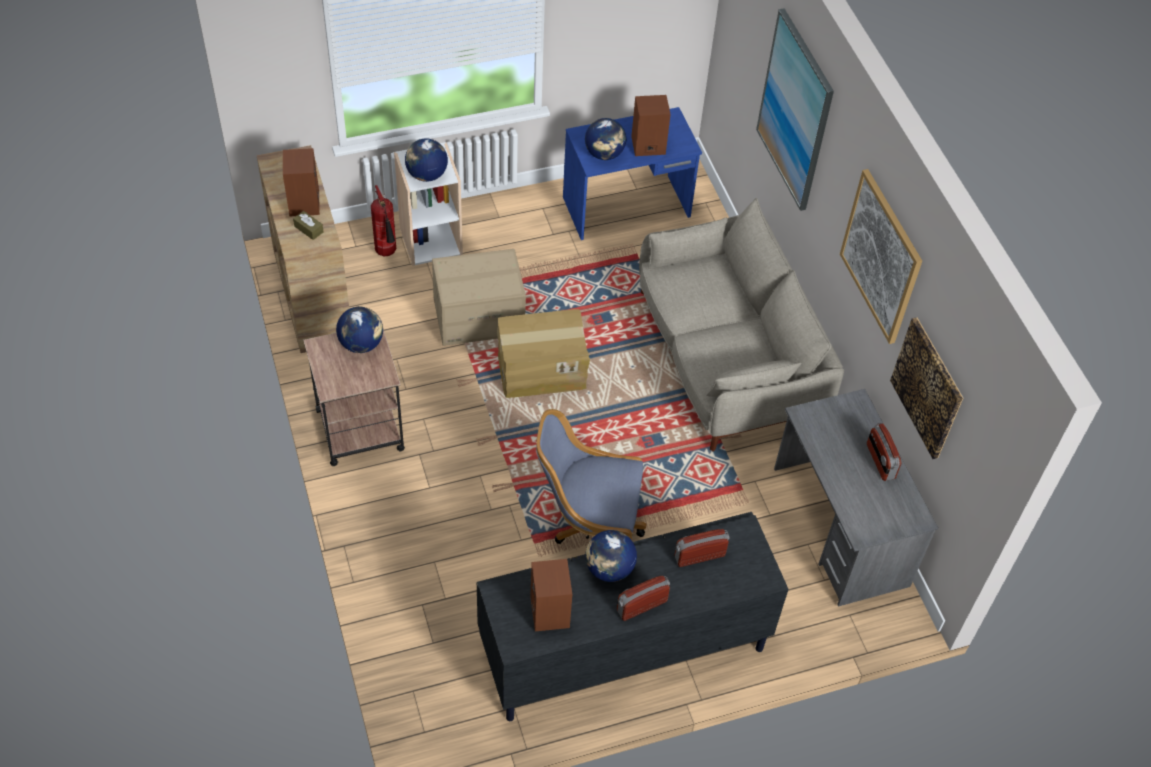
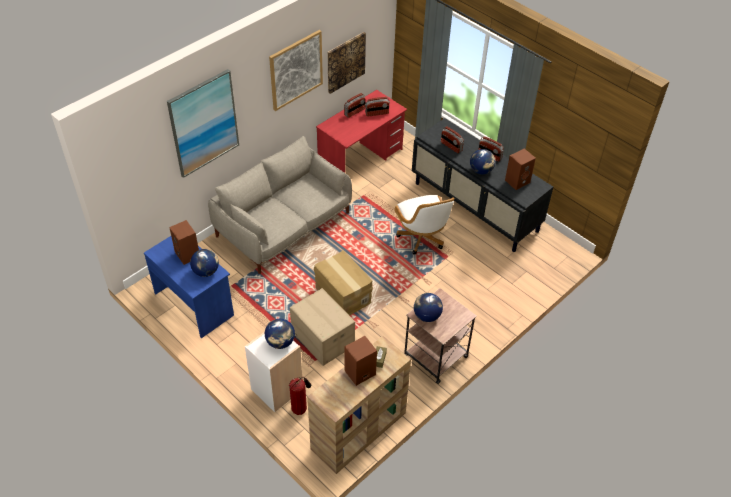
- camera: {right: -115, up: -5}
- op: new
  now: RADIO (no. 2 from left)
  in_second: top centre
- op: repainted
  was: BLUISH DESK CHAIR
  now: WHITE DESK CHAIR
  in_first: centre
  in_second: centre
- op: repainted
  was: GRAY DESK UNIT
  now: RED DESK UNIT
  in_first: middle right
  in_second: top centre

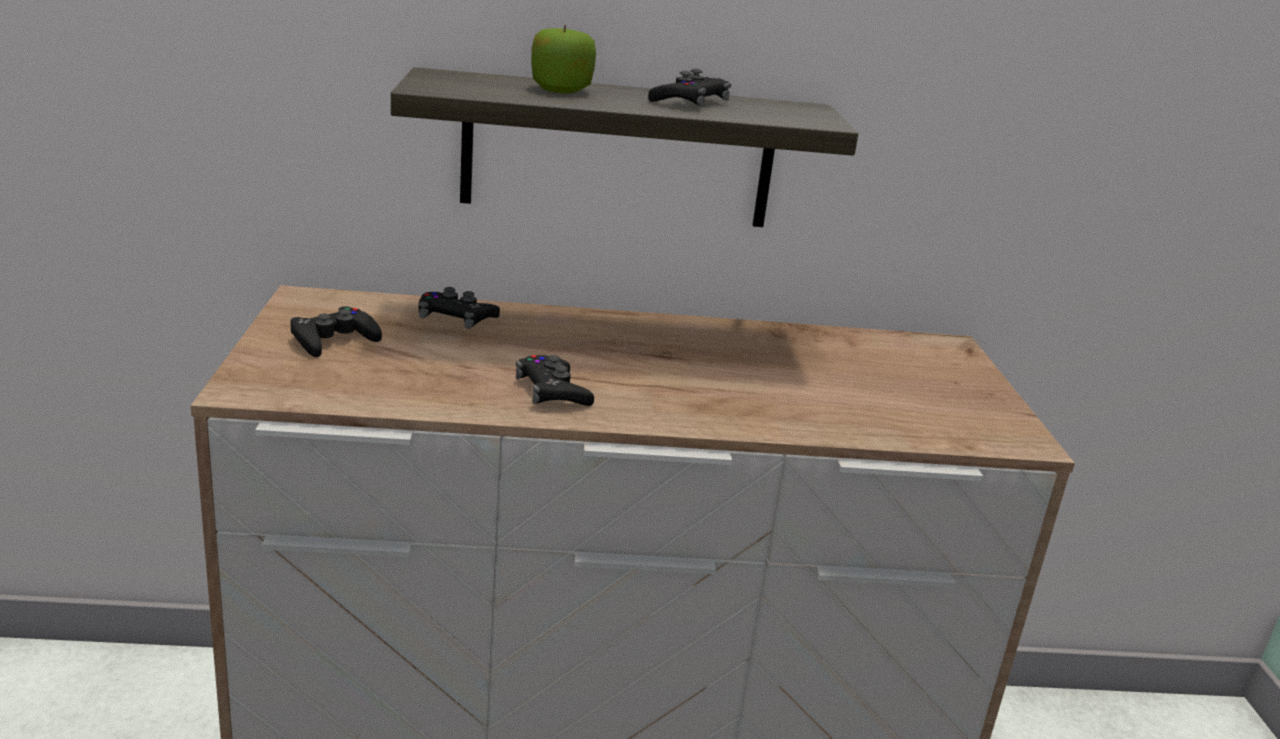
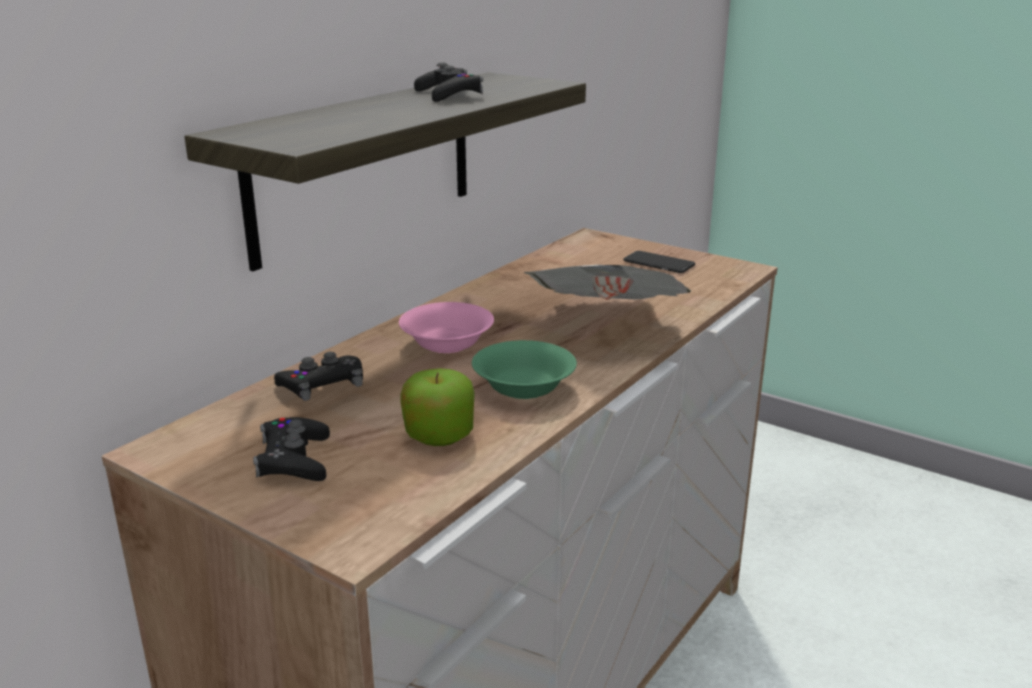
- camera: {right: -50, up: 0}
- op: new
  now: PINK-COLOURED BOWL
  in_second: centre
- op: new
  now: NEWSPAPER
  in_second: centre
- op: new
  now: HANDSET
  in_second: centre
- op: shifted
  was: APPLE
  in_first: top centre
  in_second: centre
- op: swapped
  was: BLACKISH GAME CONTROLLER (no. 3 from left)
  now: GREEN BOWL
  in_first: centre
  in_second: centre

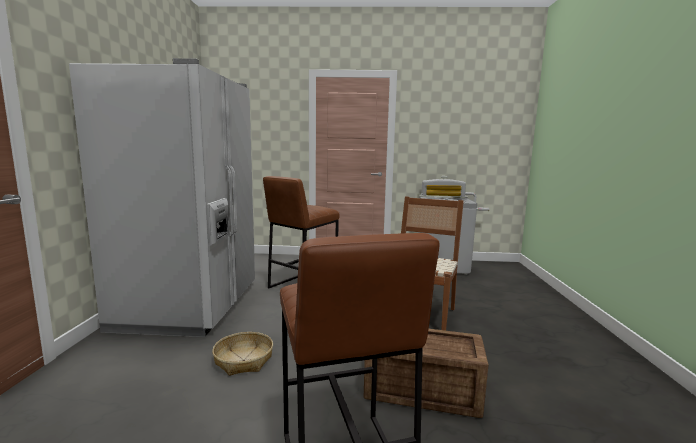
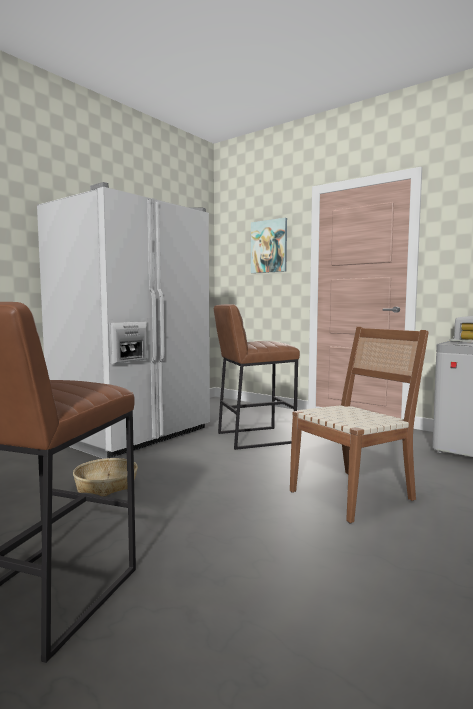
- camera: {right: 35, up: -5}
- op: gone
  was: PACKING CRATE
  in_first: bottom centre
- op: new
  now: WALL ART
  in_second: centre

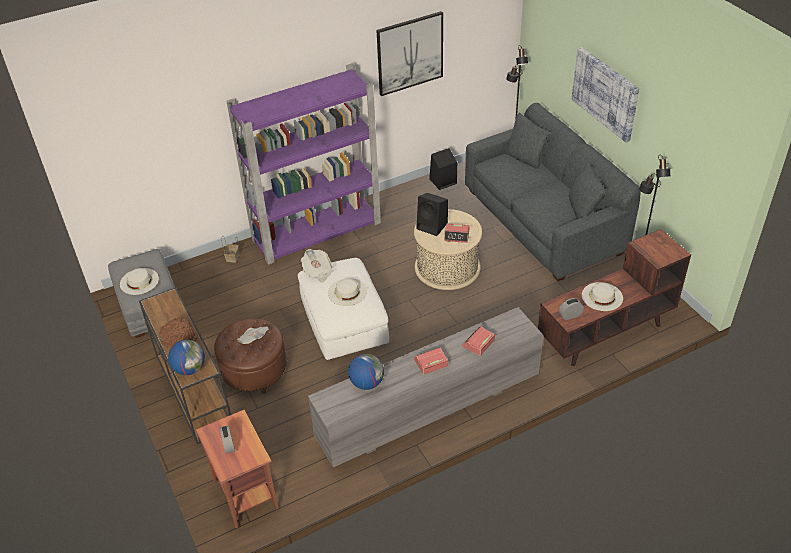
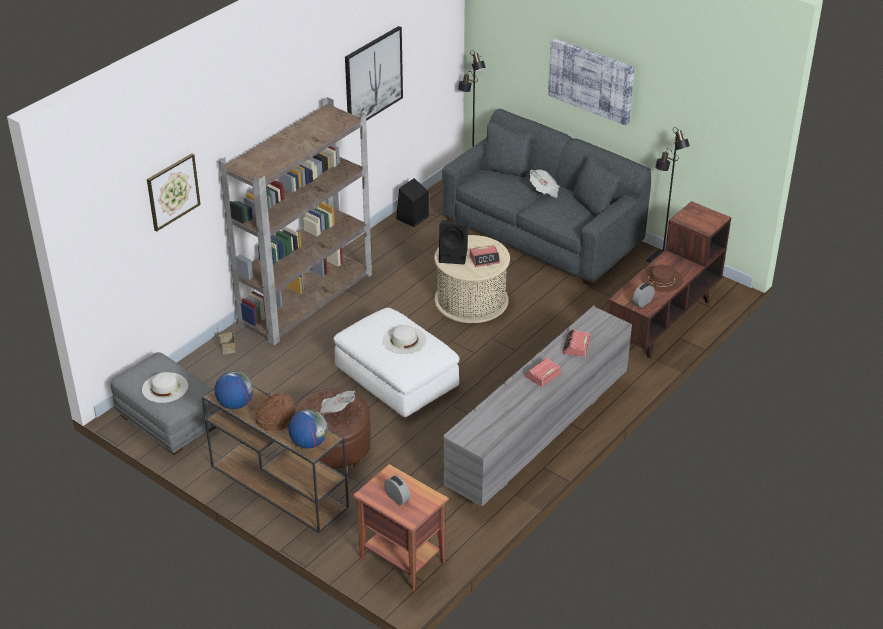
- camera: {right: -25, up: -5}
- op: new
  now: WALL ART (no. 1 from left)
  in_second: top left
- op: shifted
  was: NEWSPAPER (no. 2 from left)
  in_first: centre
  in_second: top centre
- op: shifted
  was: DESK GLOBE (no. 2 from left in the first image)
  now: DESK GLOBE (no. 1 from left)
  in_first: bottom centre
  in_second: middle left
- op: repainted
  was: PURPLE BOOKSHELF
  now: BROWN BOOKSHELF
  in_first: top centre
  in_second: centre
- op: repainted
  was: WHITE CLOTHING HAT (no. 3 from left)
  now: BROWN CLOTHING HAT (no. 2 from left)
  in_first: middle right
  in_second: middle right

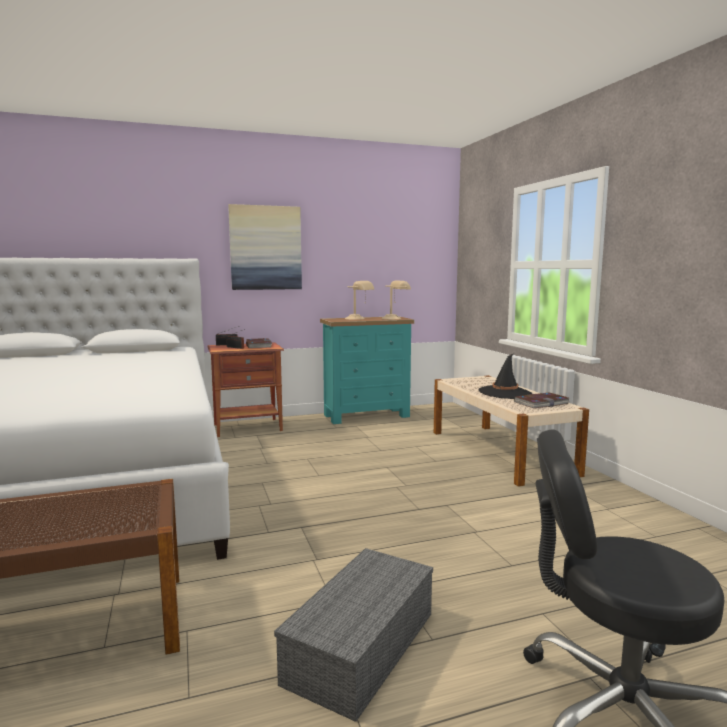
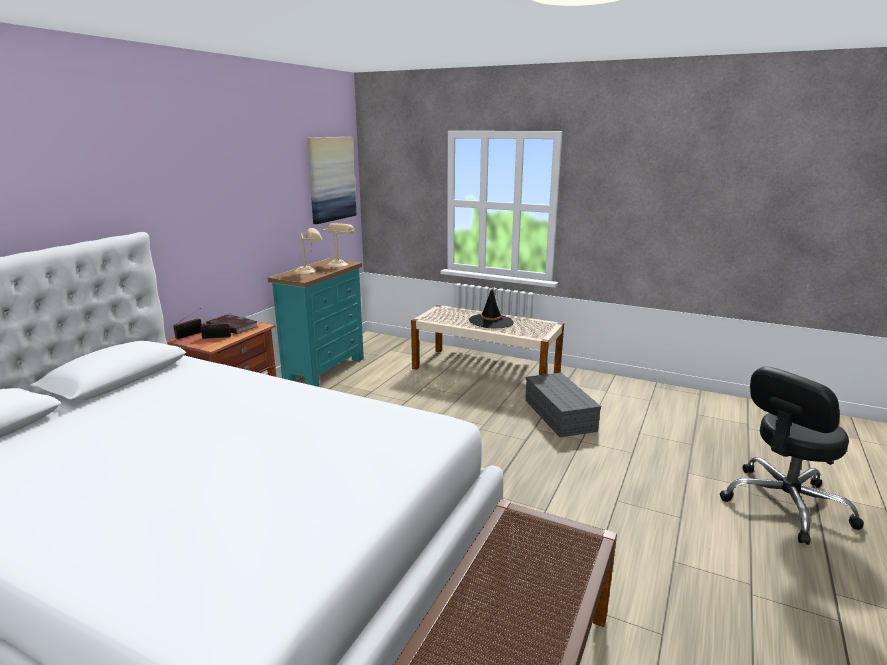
- camera: {right: -45, up: 10}
- op: gone
  was: BOOK (no. 2 from left)
  in_first: middle right
- op: shifted
  was: WALL ART
  in_first: centre
  in_second: top centre
- op: shifted
  was: GRAY STORAGE BIN
  in_first: bottom centre
  in_second: centre

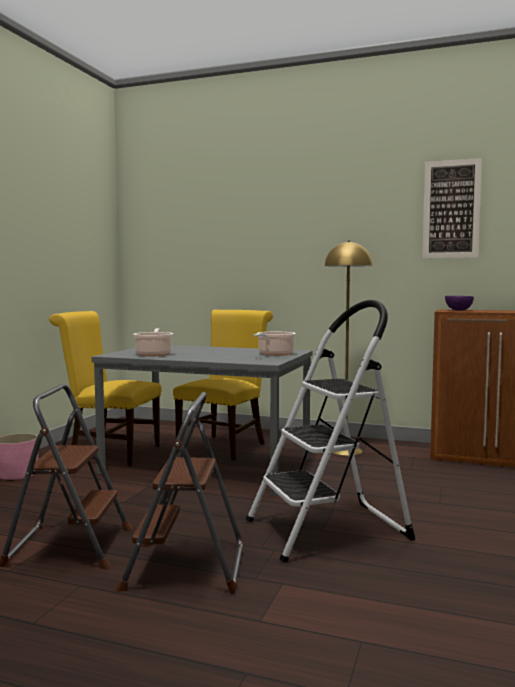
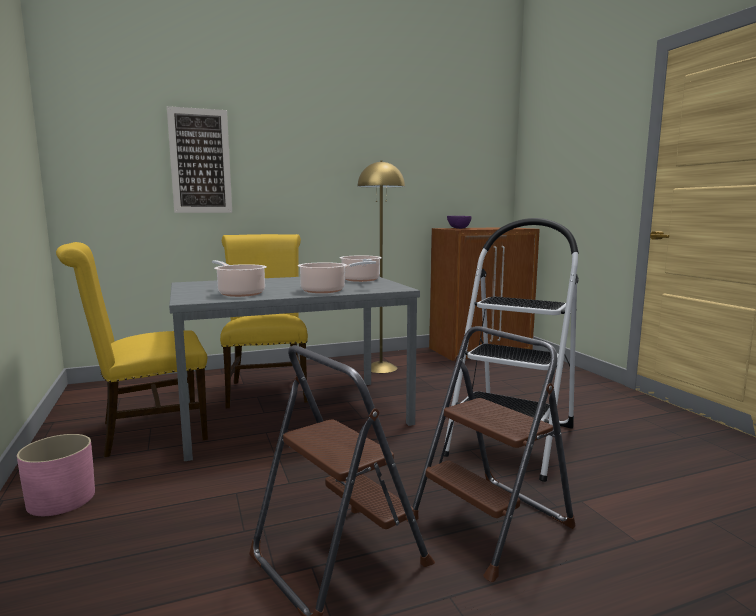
- camera: {right: -40, up: 5}
- op: new
  now: COOKING POT (no. 2 from left)
  in_second: centre
- op: shifted
  was: WALL ART
  in_first: top right
  in_second: top left

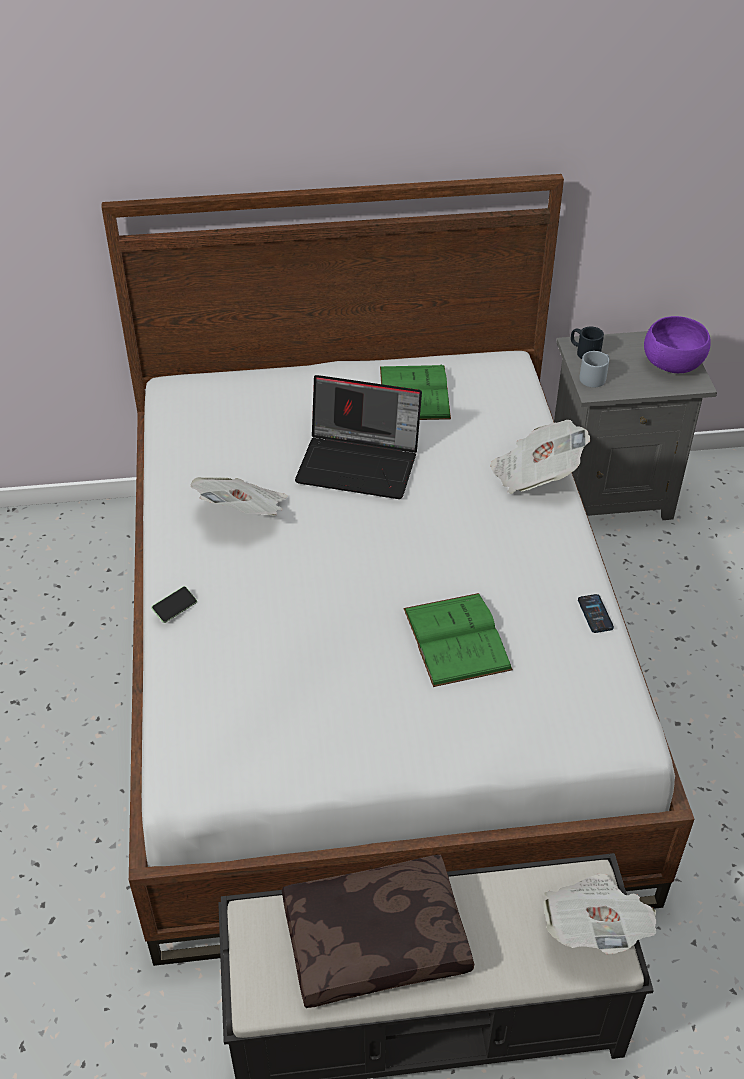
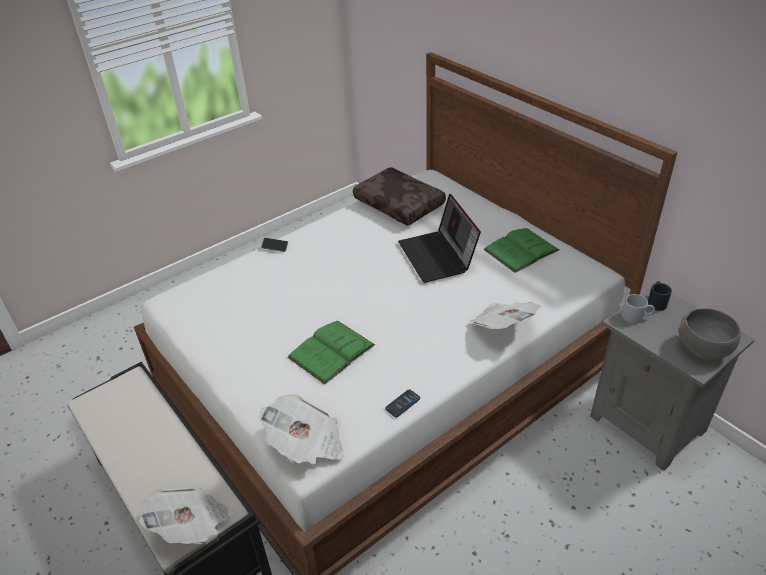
- camera: {right: 60, up: -5}
- op: shifted
  was: NEWSPAPER (no. 1 from left in the first image)
  now: NEWSPAPER (no. 2 from left)
  in_first: middle left
  in_second: bottom centre
- op: shifted
  was: BROWN THROW PILLOW
  in_first: bottom centre
  in_second: centre
- op: repainted
  was: PURPLE BOWL
  now: GRAY BOWL
  in_first: top right
  in_second: middle right

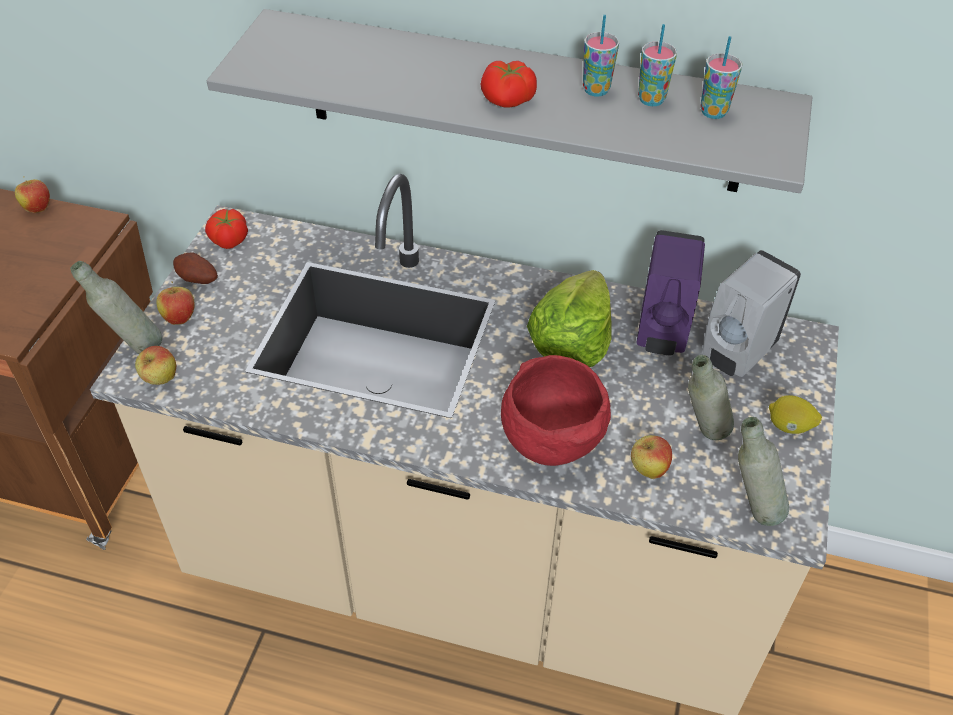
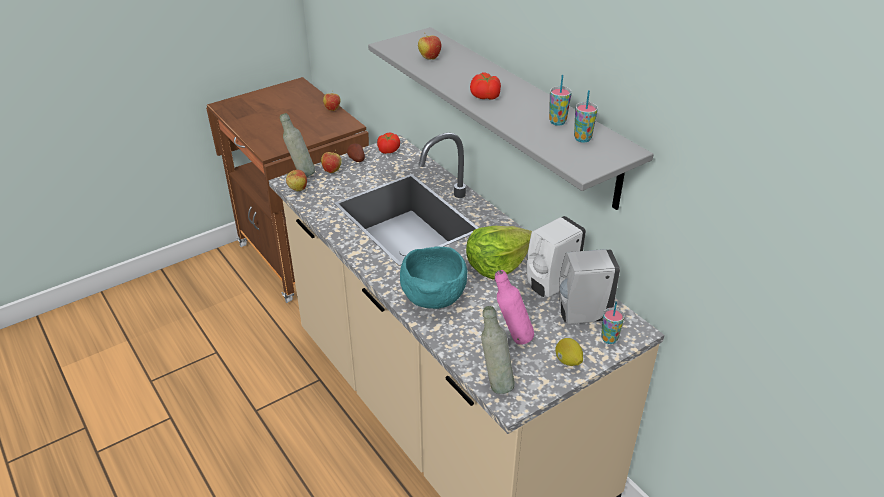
- camera: {right: 40, up: -10}
- op: shifted
  was: CUP (no. 1 from left in the first image)
  now: CUP (no. 3 from left)
  in_first: top centre
  in_second: middle right
- op: shifted
  was: APPLE (no. 4 from left)
  in_first: middle right
  in_second: top centre
- op: repainted
  was: RED BOWL
  now: TURQUOISE-COLOURED BOWL
  in_first: centre
  in_second: centre
- op: repainted
  was: PURPLE SOAP DISPENSER
  now: WHITE SOAP DISPENSER (no. 1 from left)
  in_first: middle right
  in_second: centre
- op: repainted
  was: GRAY DRINK BOTTLE (no. 2 from left)
  now: PINK-COLOURED DRINK BOTTLE
  in_first: middle right
  in_second: centre

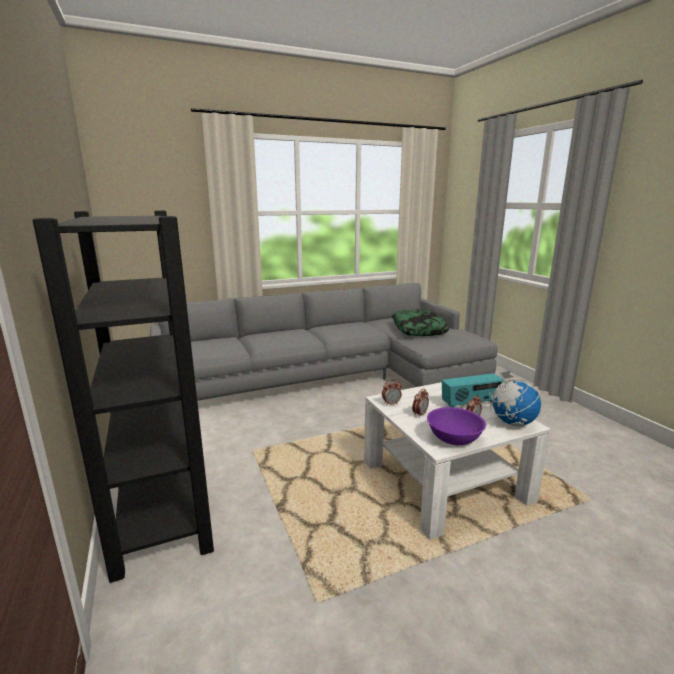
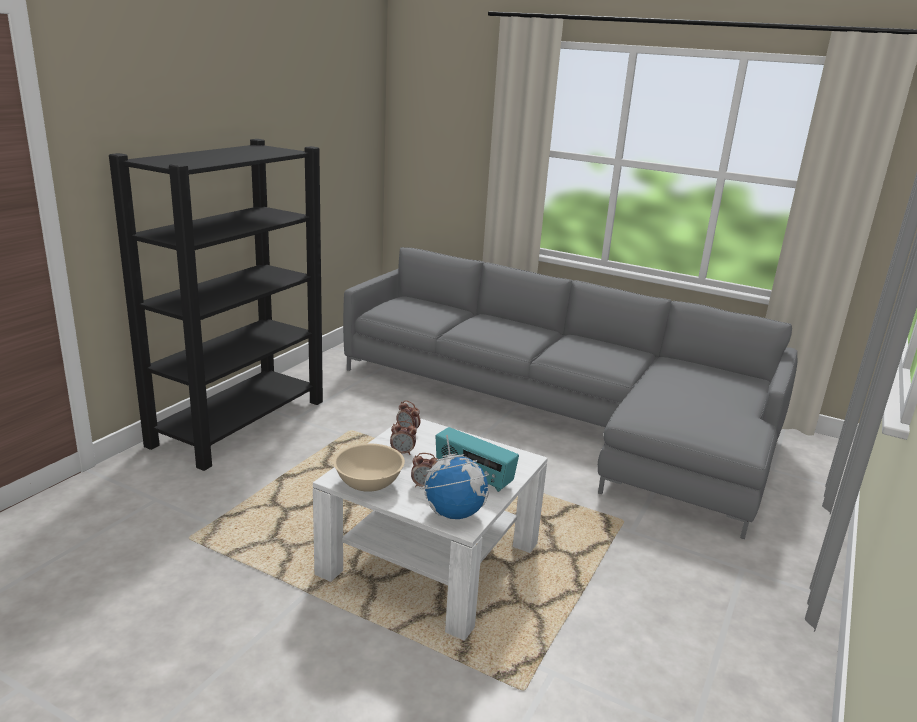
- camera: {right: 50, up: 5}
- op: gone
  was: THROW PILLOW
  in_first: centre
- op: repainted
  was: PURPLE BOWL
  now: SAND-COLOURED BOWL
  in_first: middle right
  in_second: centre

